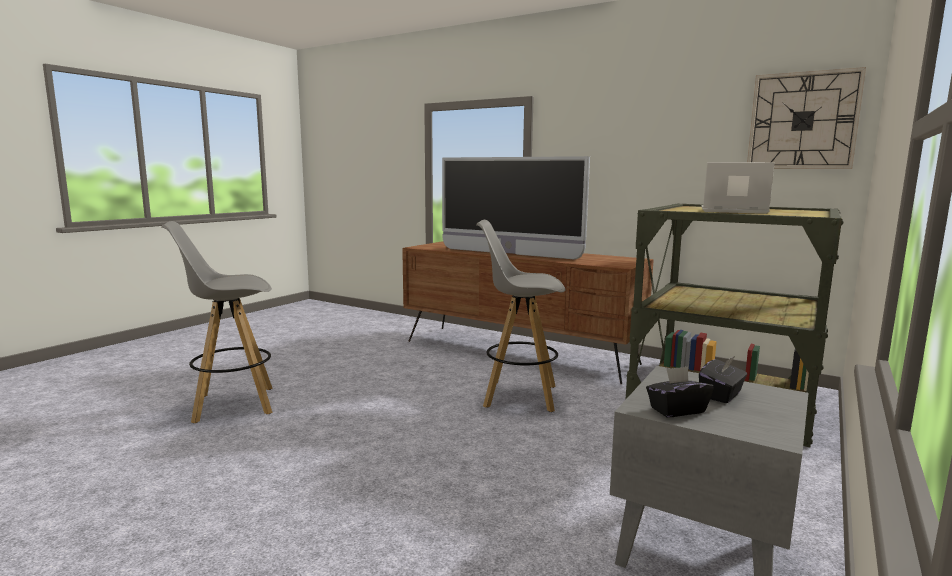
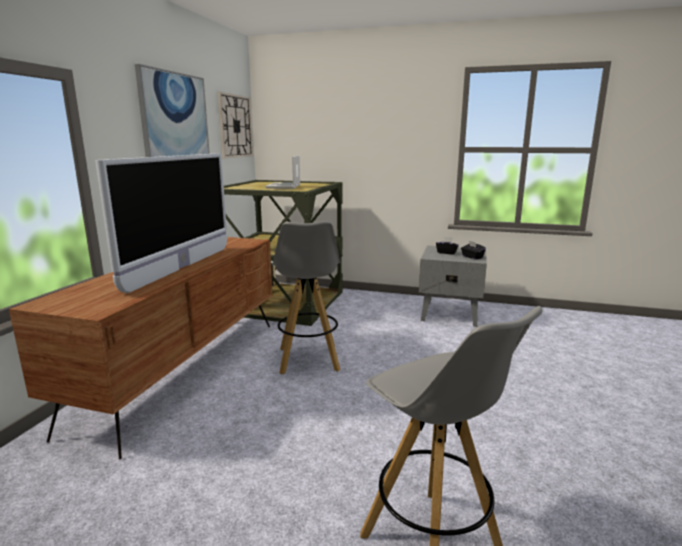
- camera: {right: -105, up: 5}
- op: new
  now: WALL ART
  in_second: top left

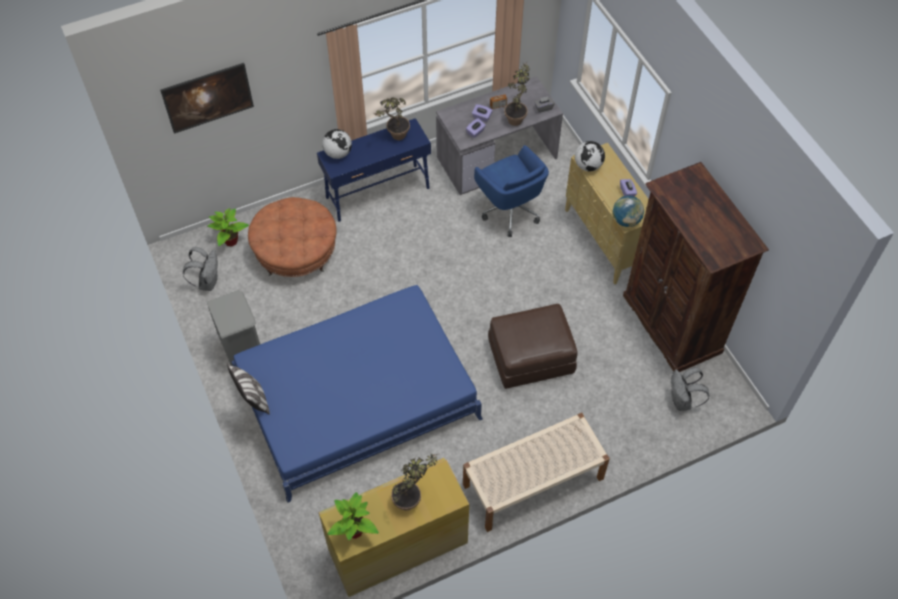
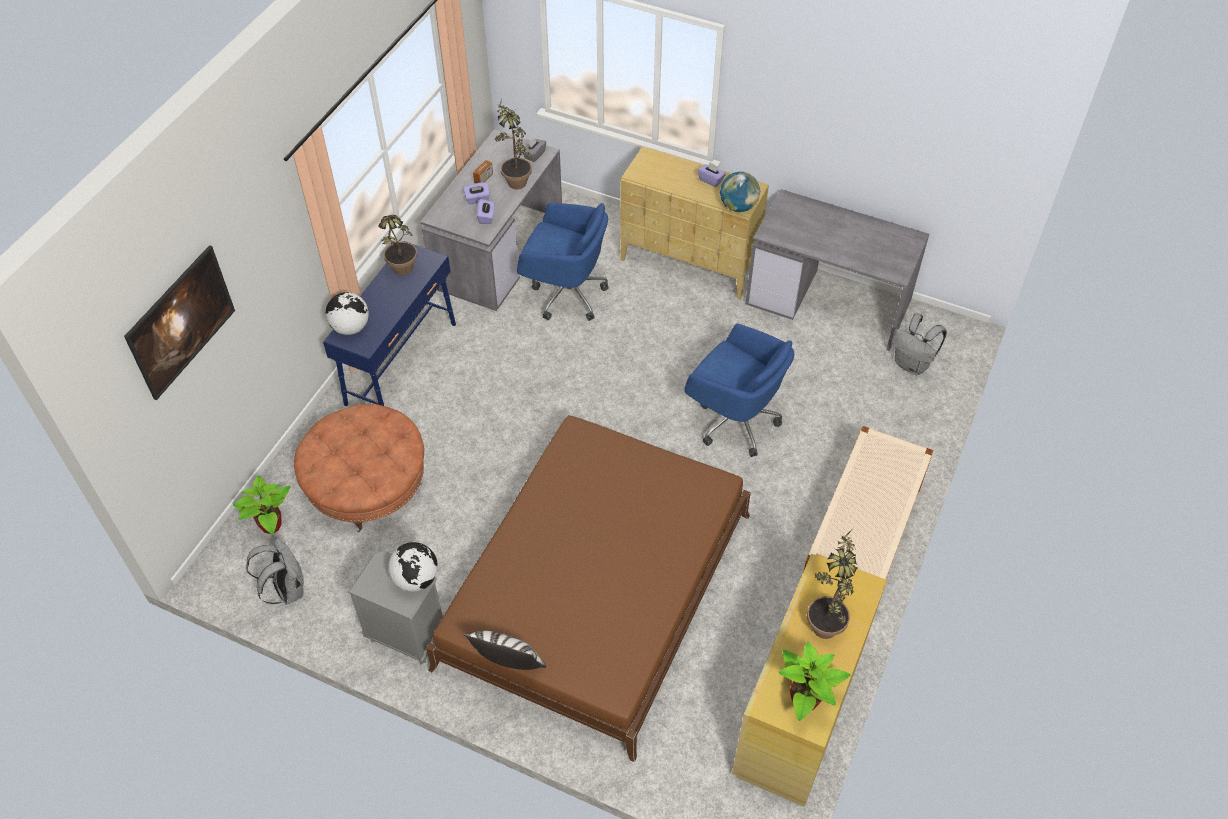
- camera: {right: -40, up: -5}
- op: shifted
  was: DESK GLOBE (no. 2 from left)
  in_first: top centre
  in_second: bottom centre
- op: swapped
  was: BROWN POUFFE (no. 2 from left)
  now: BLUISH DESK CHAIR (no. 2 from left)
  in_first: centre
  in_second: centre
- op: swapped
  was: BROWN CLOTHES CUPBOARD
  now: GRAY DESK UNIT (no. 2 from left)
  in_first: middle right
  in_second: top right
- op: repainted
  was: BLUISH BED
  now: BROWN BED
  in_first: centre
  in_second: bottom centre

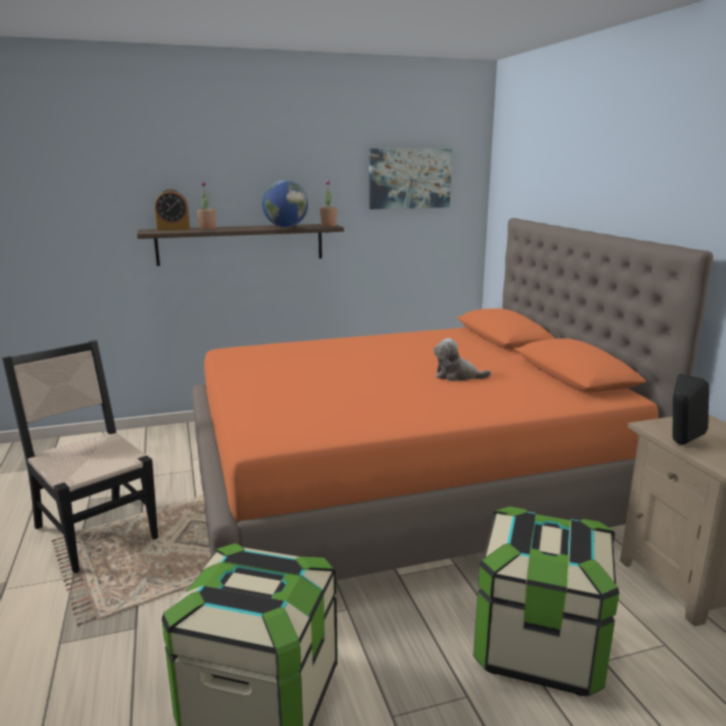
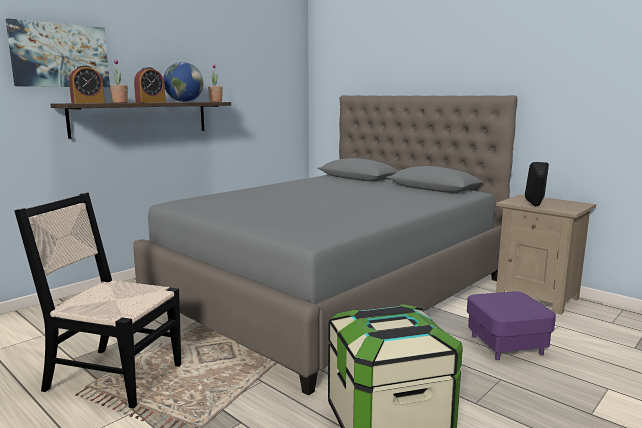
- camera: {right: -30, up: -5}
- op: gone
  was: SOFT TOY
  in_first: centre
- op: new
  now: BEDSIDE CLOCK (no. 2 from left)
  in_second: top left
- op: shifted
  was: WALL ART
  in_first: top centre
  in_second: top left
- op: swapped
  was: STORAGE BIN (no. 2 from left)
  now: PURPLE POUFFE
  in_first: bottom right
  in_second: bottom right
- op: repainted
  was: ORANGE-COLOURED BED
  now: GRAY BED
  in_first: centre
  in_second: centre

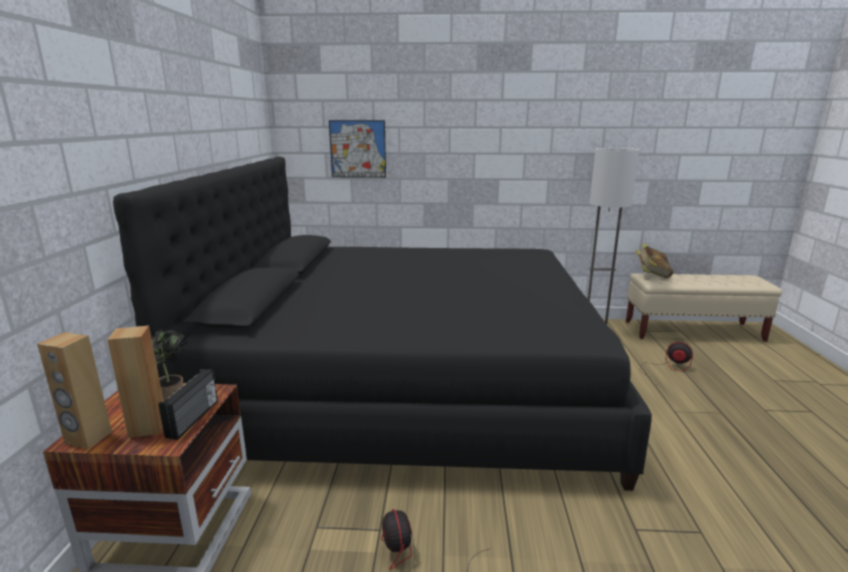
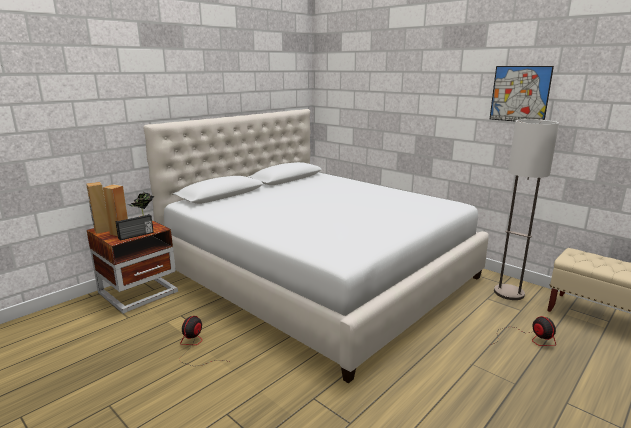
- camera: {right: 40, up: 0}
- op: gone
  was: BOOK
  in_first: middle right
- op: shifted
  was: WALL ART
  in_first: top centre
  in_second: top right
- op: repainted
  was: BLACKISH BED
  now: WHITE BED
  in_first: centre
  in_second: centre

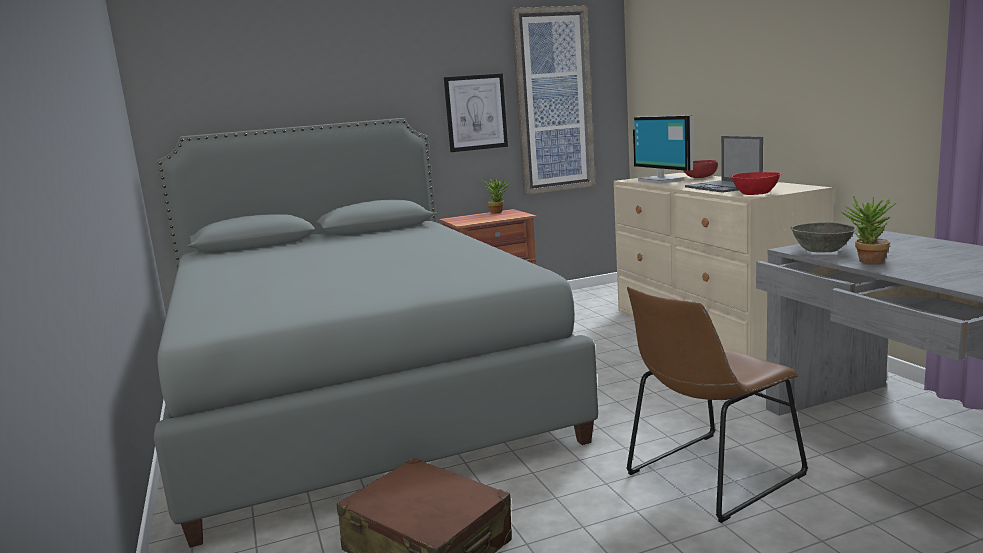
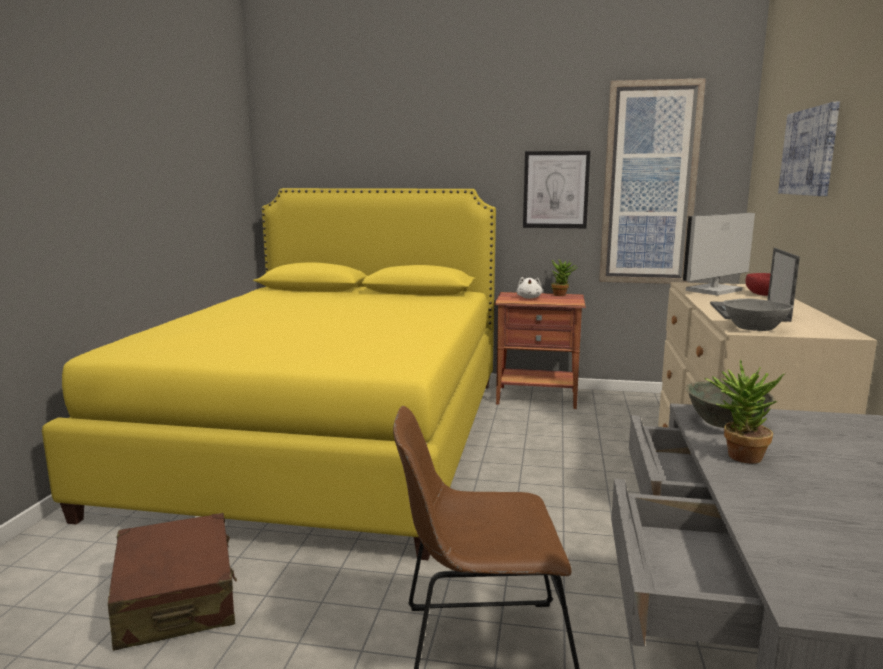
- camera: {right: 30, up: 0}
- op: new
  now: WHITE SOFT TOY
  in_second: centre
- op: new
  now: WALL ART (no. 3 from left)
  in_second: top right
- op: repainted
  was: GRAY BED
  now: YELLOWISH BED
  in_first: centre
  in_second: middle left
- op: repainted
  was: RED BOWL (no. 2 from left)
  now: GRAY BOWL (no. 2 from left)
  in_first: top right
  in_second: middle right
- op: rotated
  was: COMPUTER DISPLAY
  in_first: top right
  in_second: middle right
  clockwise: 45

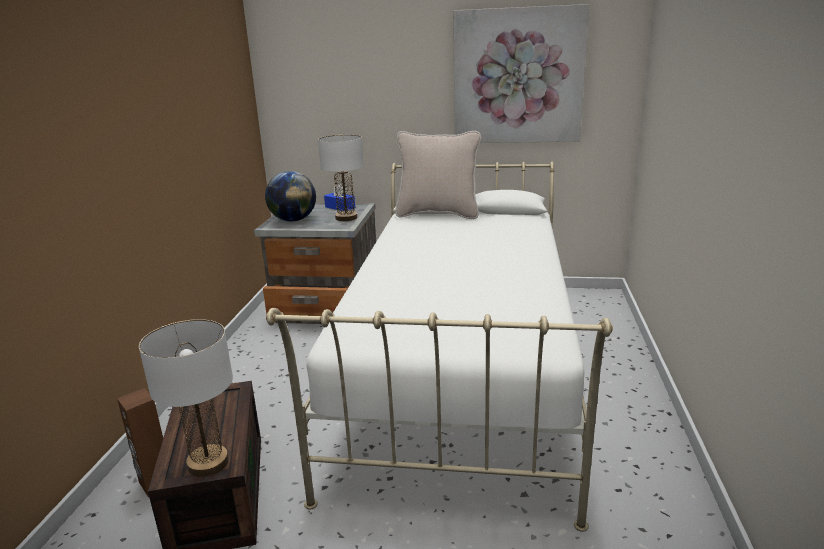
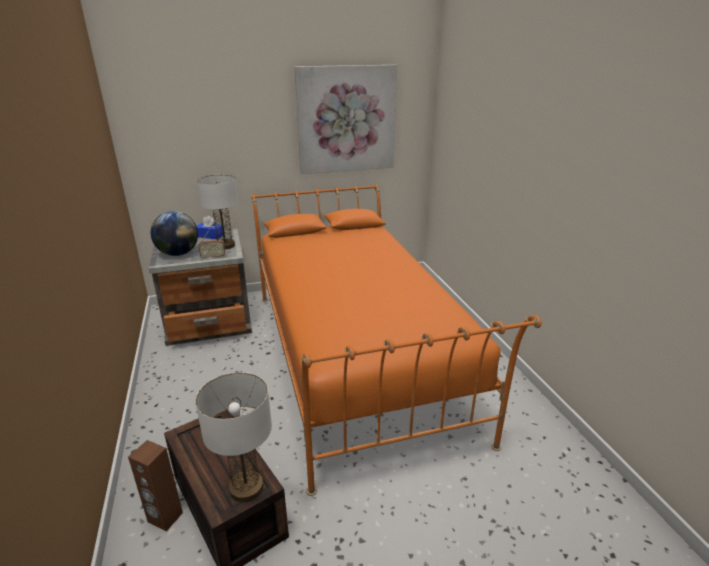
- camera: {right: -25, up: 5}
- op: gone
  was: SAND-COLOURED THROW PILLOW
  in_first: top centre
- op: new
  now: RADIO
  in_second: middle left
- op: repainted
  was: WHITE BED
  now: ORANGE-COLOURED BED
  in_first: centre
  in_second: centre

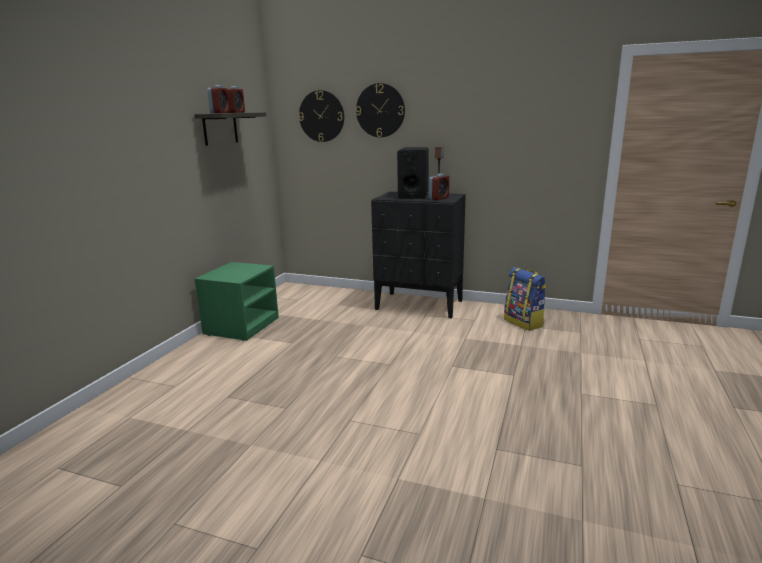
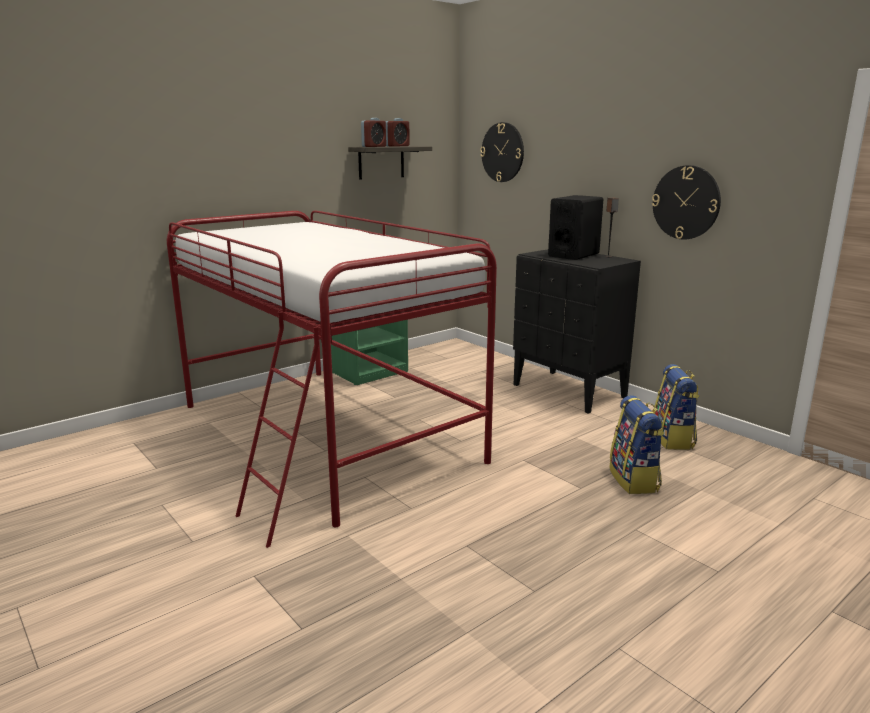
- camera: {right: 30, up: 0}
- op: gone
  was: BEDSIDE CLOCK (no. 3 from left)
  in_first: top centre
- op: new
  now: RED BED
  in_second: centre
- op: new
  now: BACKPACK (no. 1 from left)
  in_second: middle right
- op: shifted
  was: WALL CLOCK (no. 2 from left)
  in_first: top centre
  in_second: top right

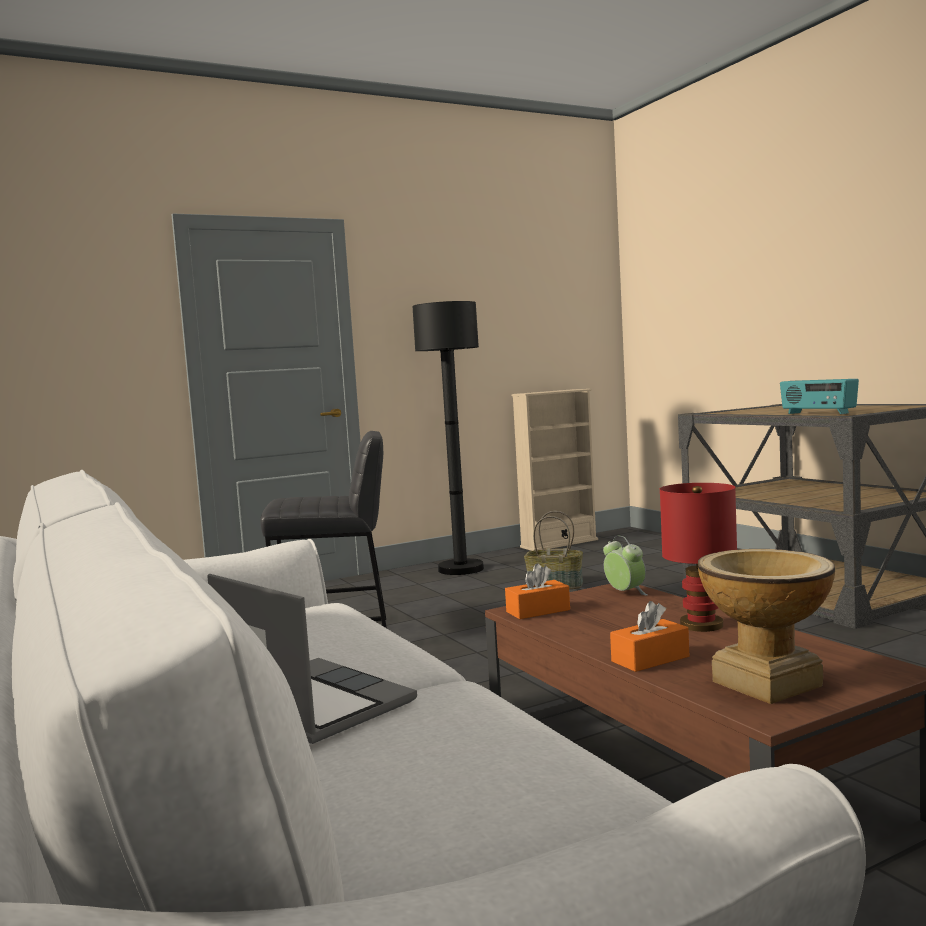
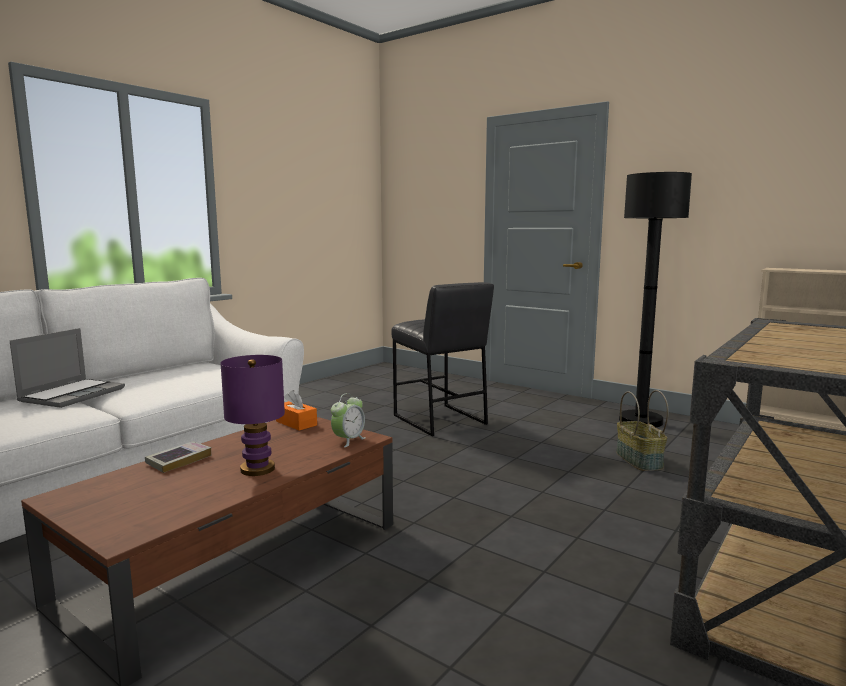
- camera: {right: 65, up: 5}
- op: gone
  was: VASE
  in_first: bottom right
- op: gone
  was: RADIO
  in_first: middle right
- op: swapped
  was: ORANGE-COLOURED TISSUE BOX (no. 2 from left)
  now: BOOK
  in_first: bottom right
  in_second: middle left
- op: repainted
  was: RED TABLE LAMP
  now: PURPLE TABLE LAMP
  in_first: middle right
  in_second: middle left

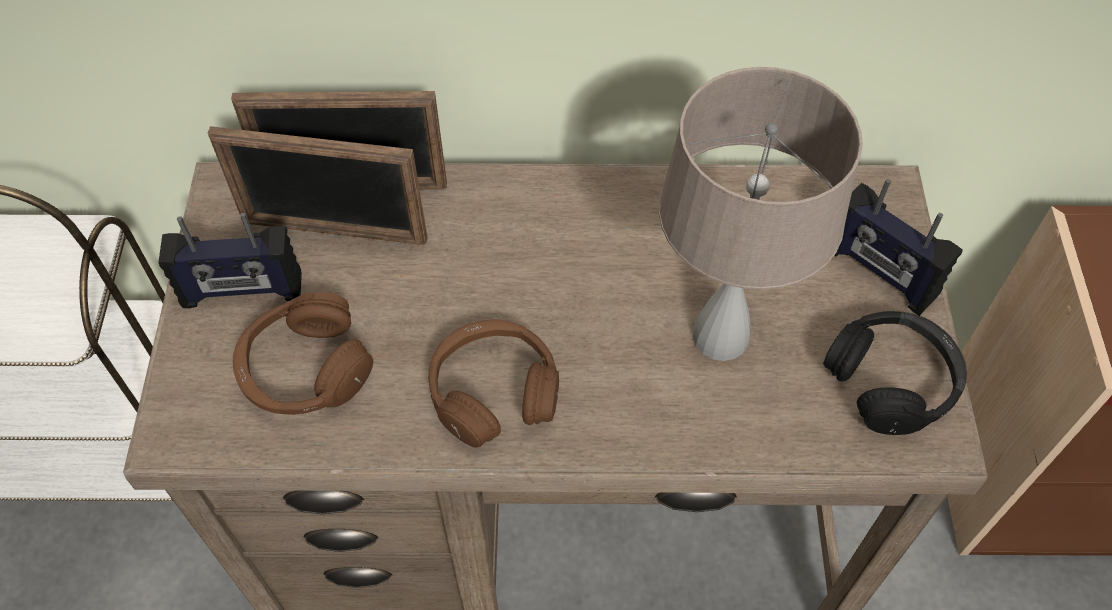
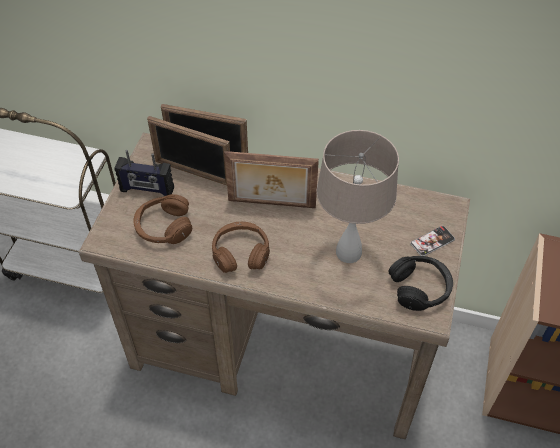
- camera: {right: 15, up: -5}
- op: new
  now: PICTURE FRAME (no. 3 from left)
  in_second: centre
- op: swapped
  was: RADIO (no. 2 from left)
  now: HANDSET
  in_first: middle right
  in_second: middle right

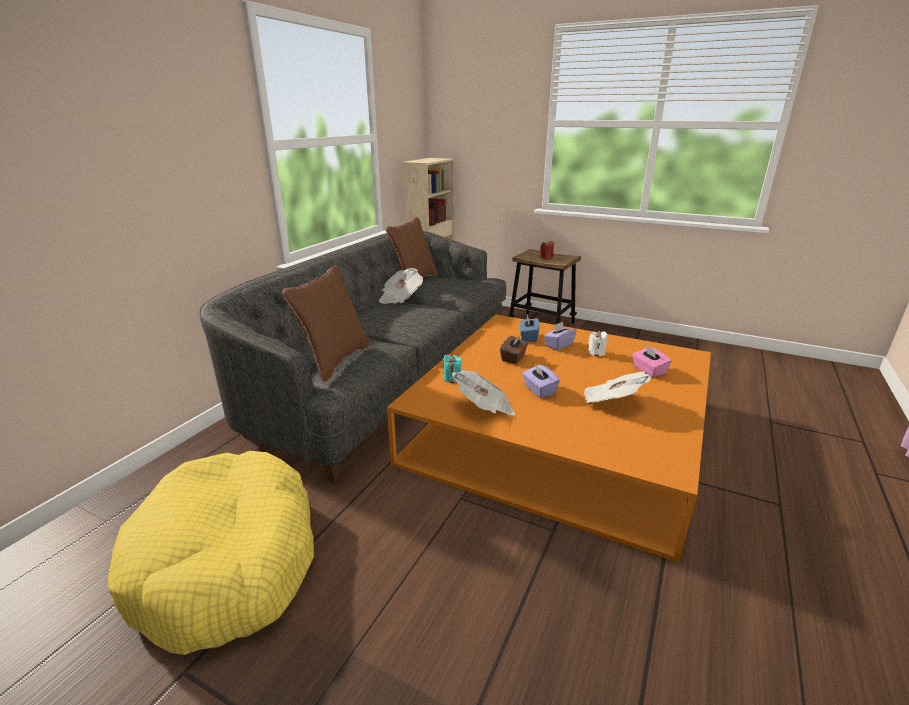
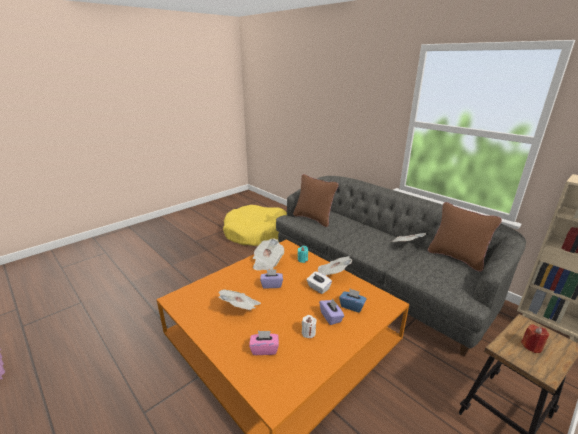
- camera: {right: 110, up: 0}
- op: new
  now: NEWSPAPER (no. 3 from left)
  in_second: centre
- op: repainted
  was: BROWN TISSUE BOX
  now: WHITE TISSUE BOX
  in_first: centre
  in_second: centre

